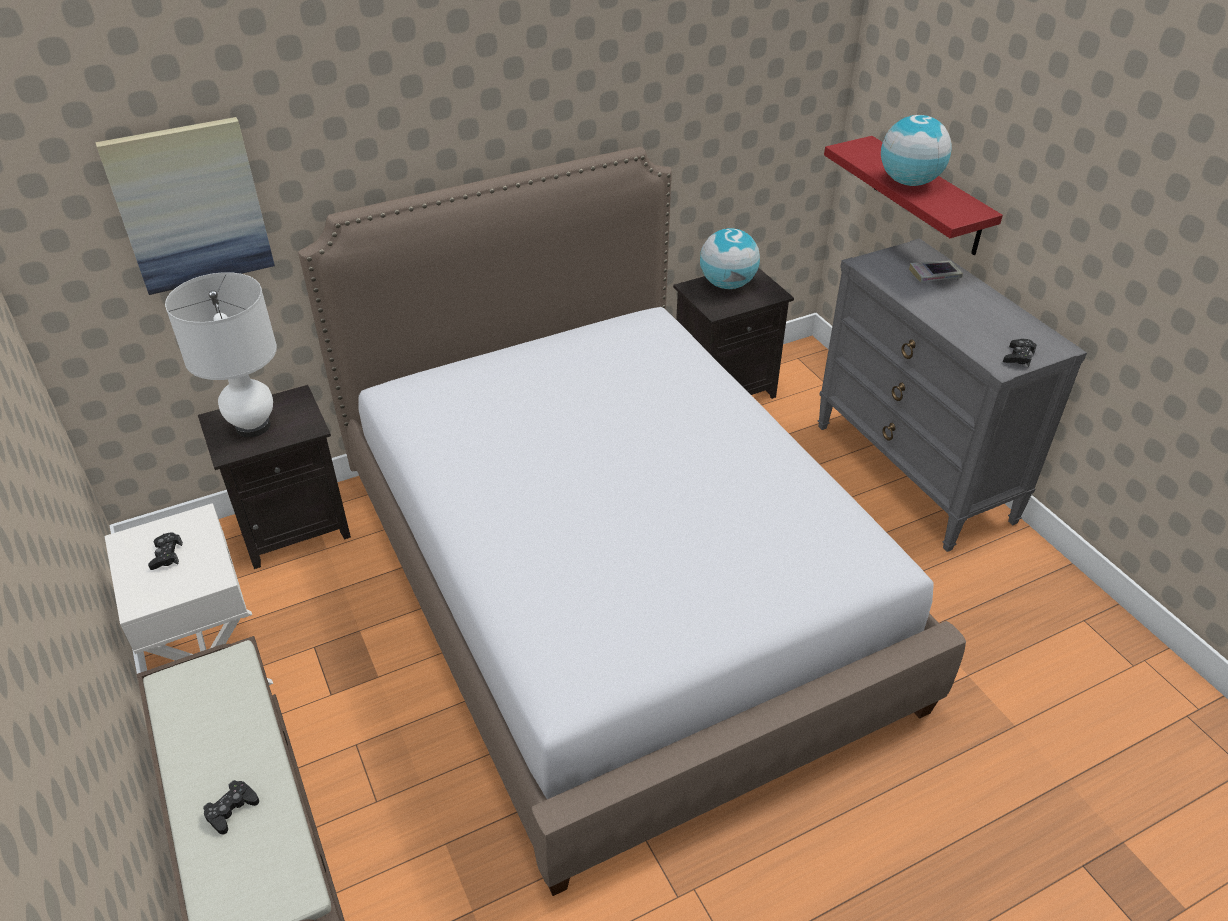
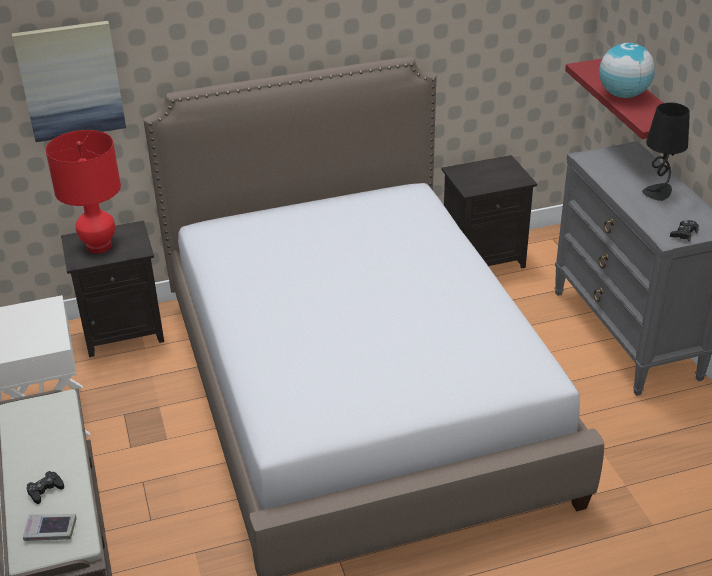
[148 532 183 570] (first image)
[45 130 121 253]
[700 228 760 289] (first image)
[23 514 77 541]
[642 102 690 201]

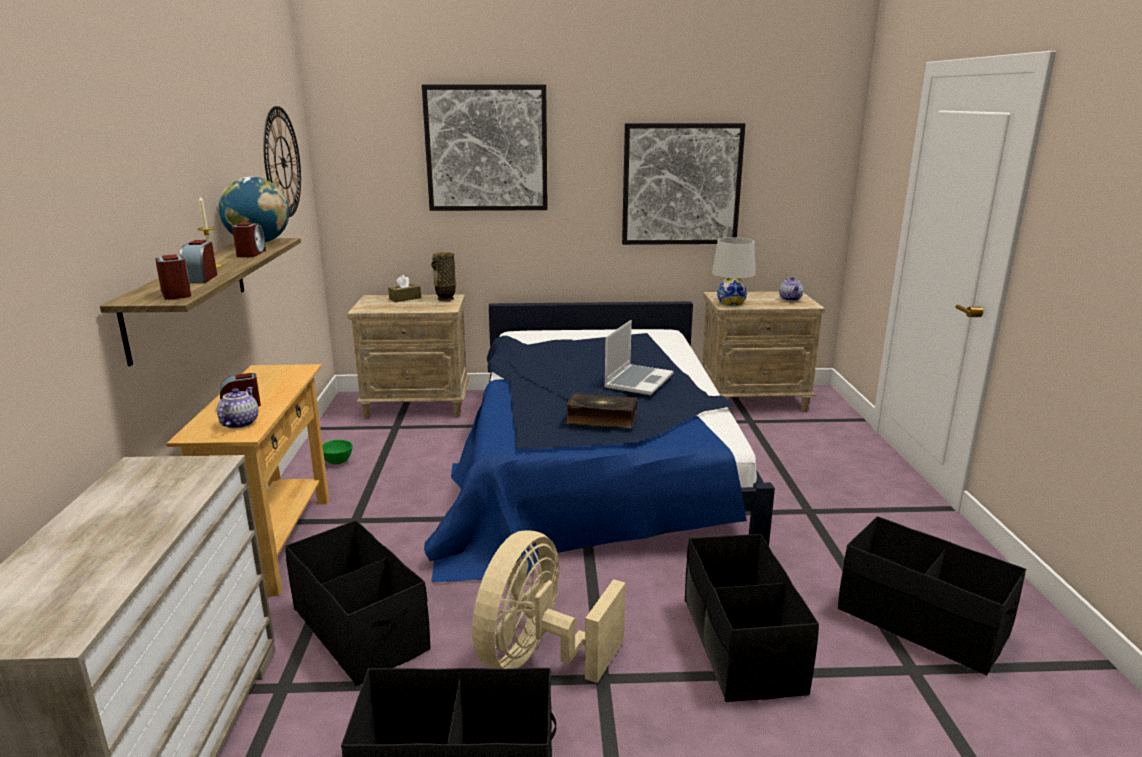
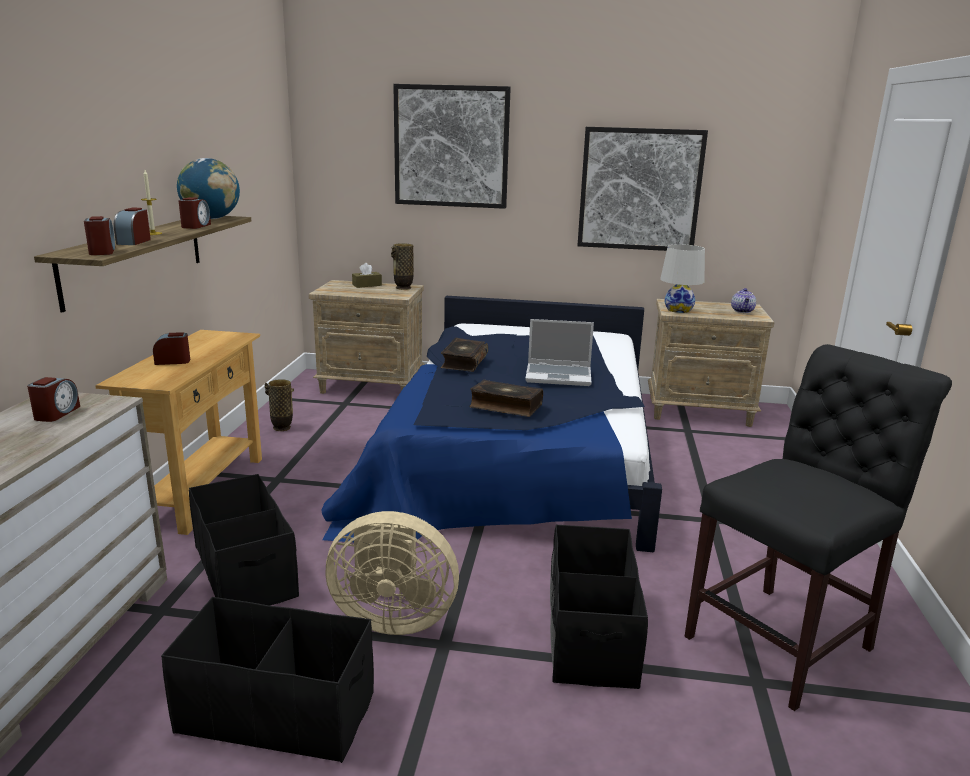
[217 387 259 429] (first image)
[263 106 301 217] (first image)
[265 379 294 431]
[325 511 459 635]
[525 319 594 386]
[685 344 952 711]
[27 377 80 422]
[440 338 488 372]

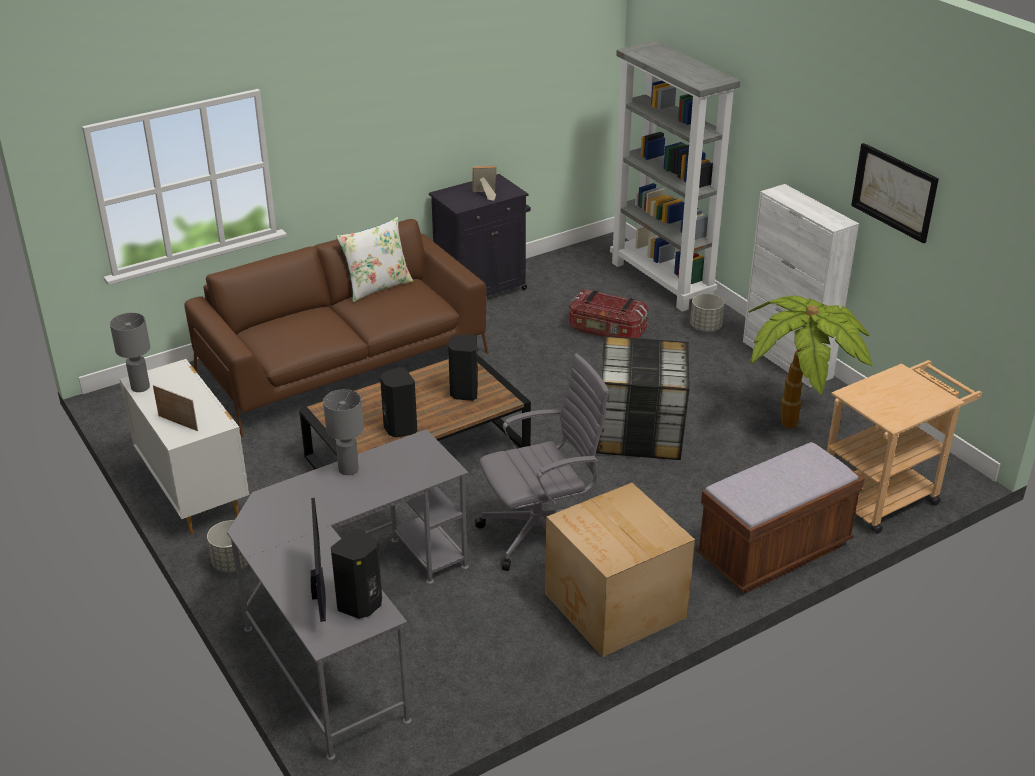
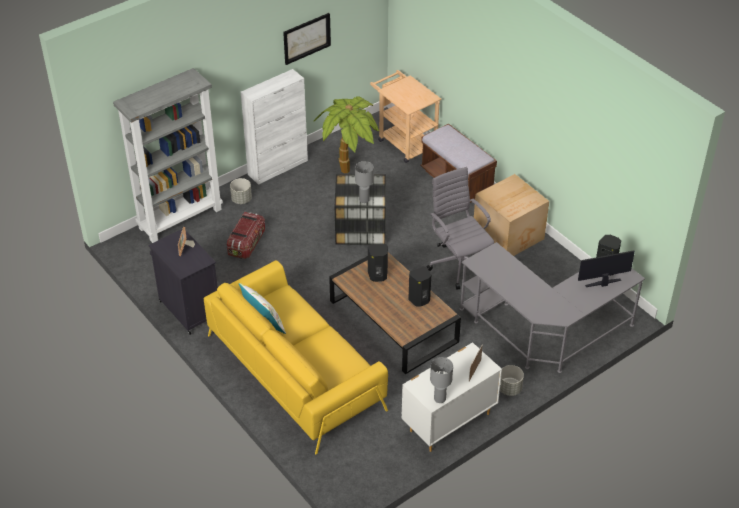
[204 260 388 454]
[355 161 374 203]

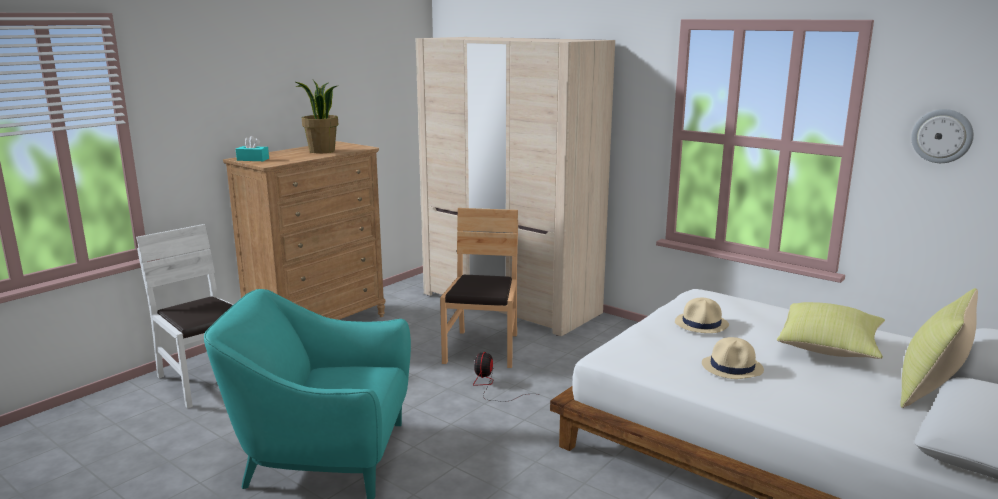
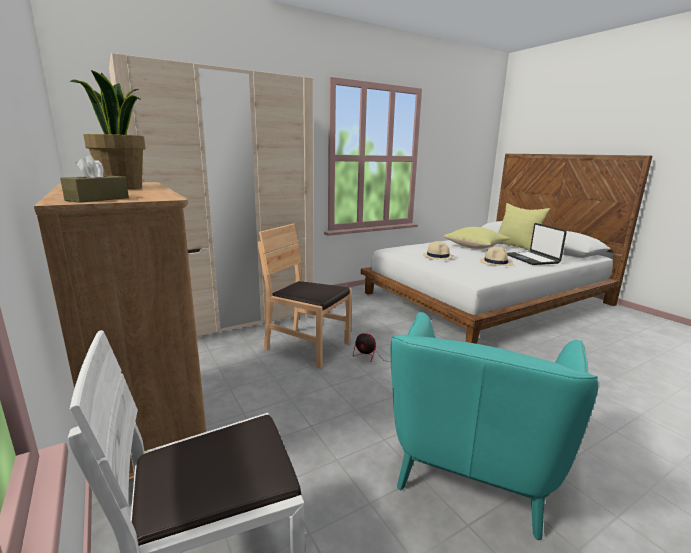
[60 155 129 203]
[911 109 974 163] (first image)
[507 223 567 265]

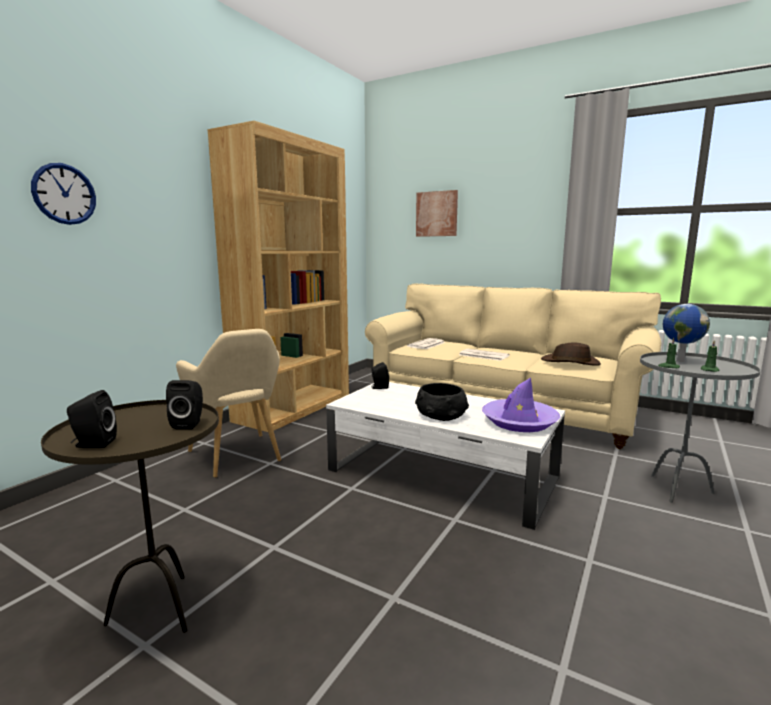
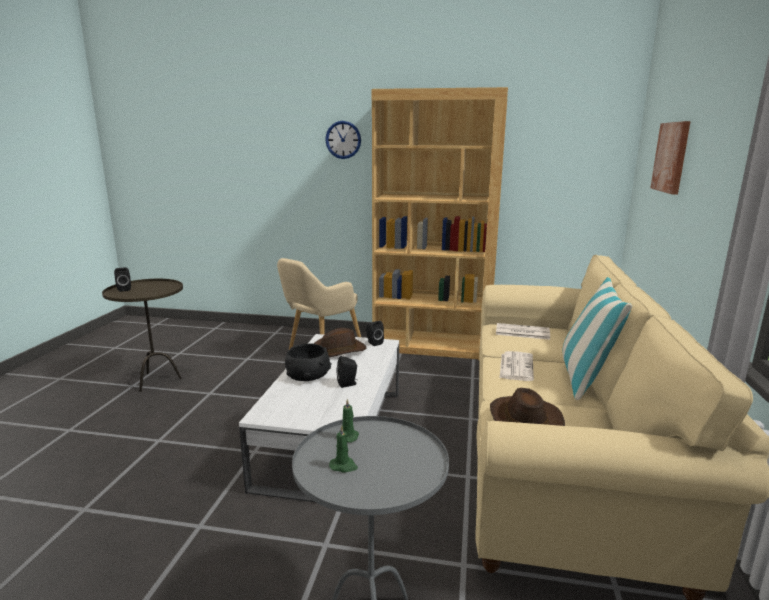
[325 121 361 159]
[336 356 358 388]
[482 378 560 432] (first image)
[663 304 710 362] (first image)
[313 328 367 357]
[563 277 632 400]

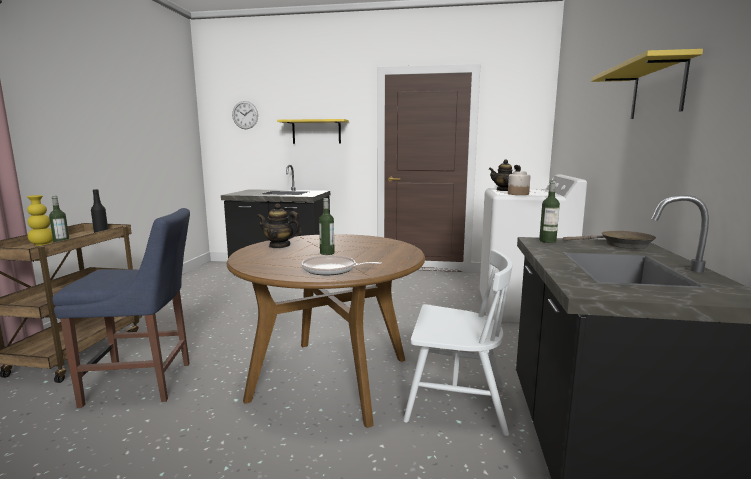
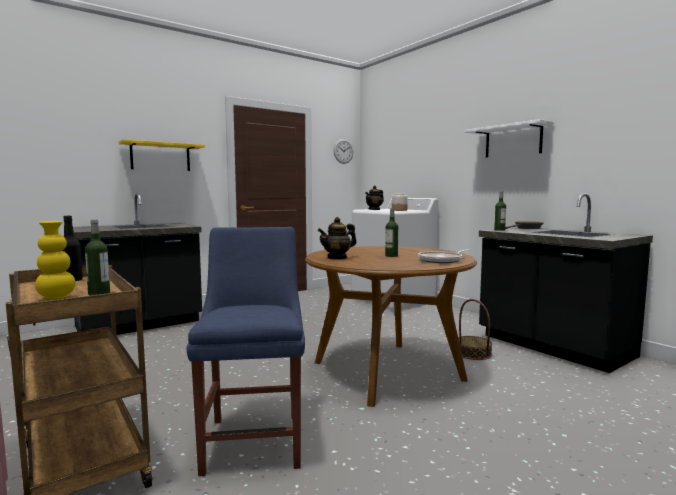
[187 227 305 476]
[334 139 353 164]
[458 299 492 360]
[465 119 554 157]

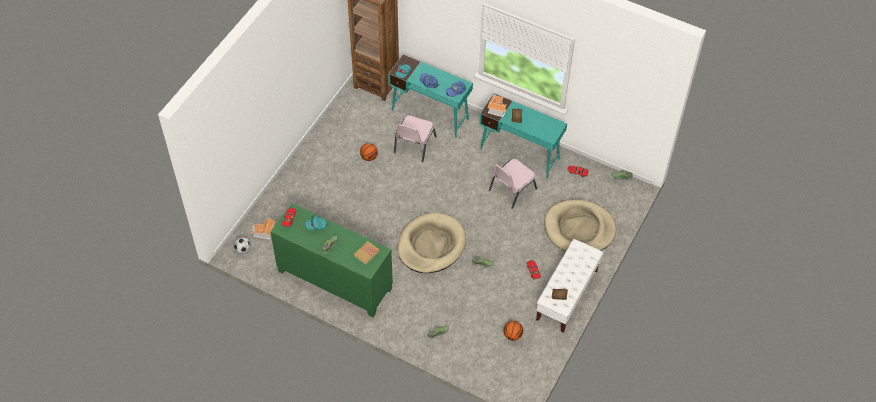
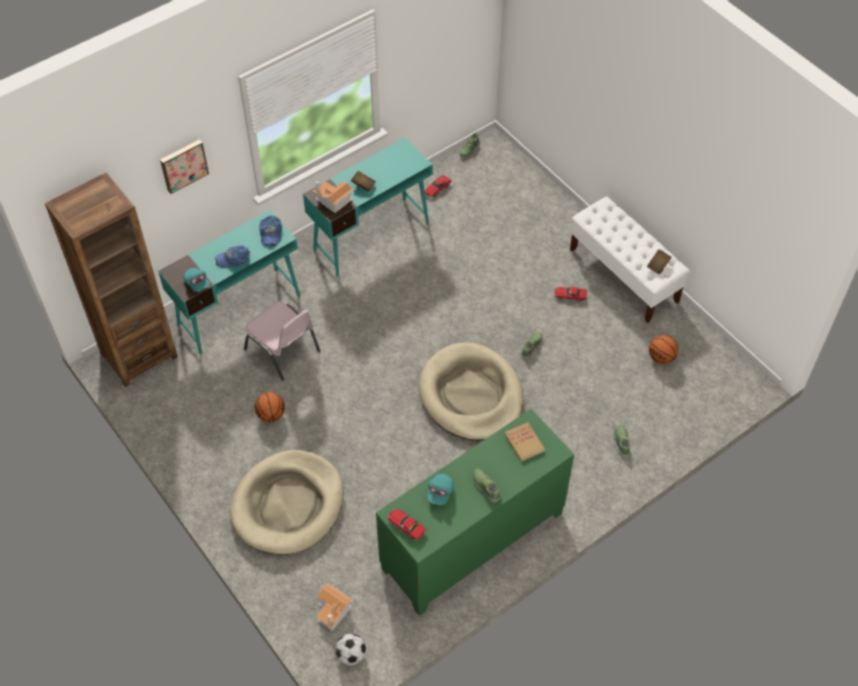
[489 159 537 209] (first image)
[230 450 344 555]
[160 139 209 194]

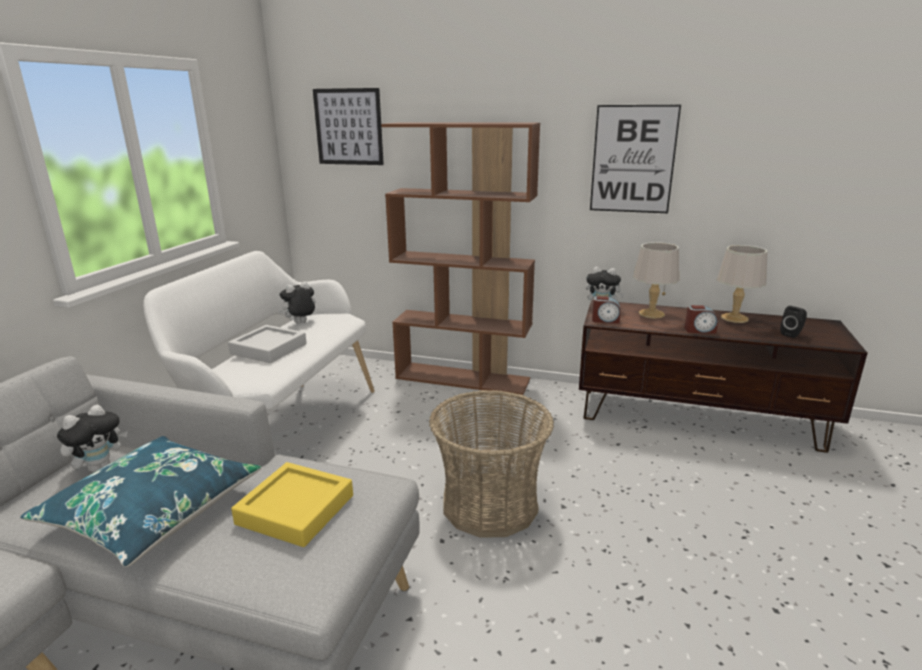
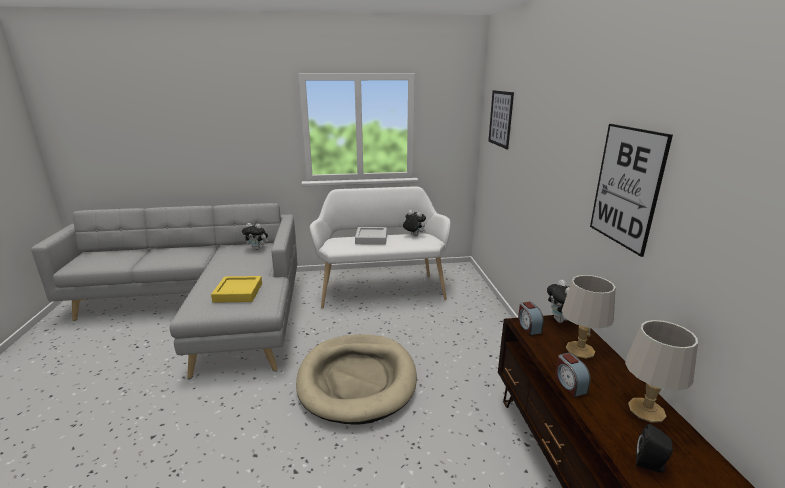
[20 436 262 567] (first image)
[381 122 540 395] (first image)
[296 334 417 425]

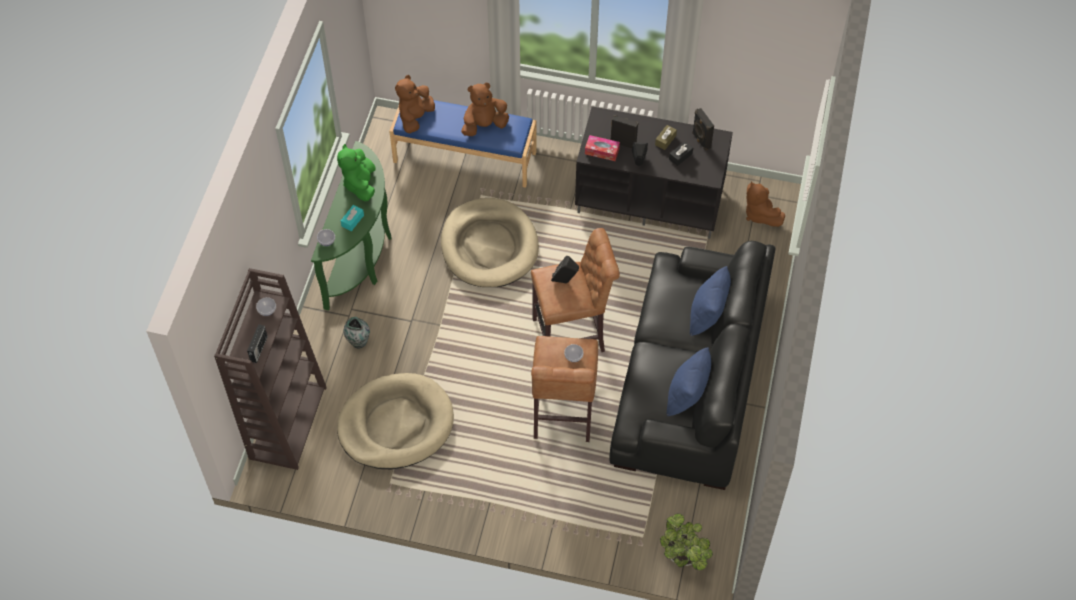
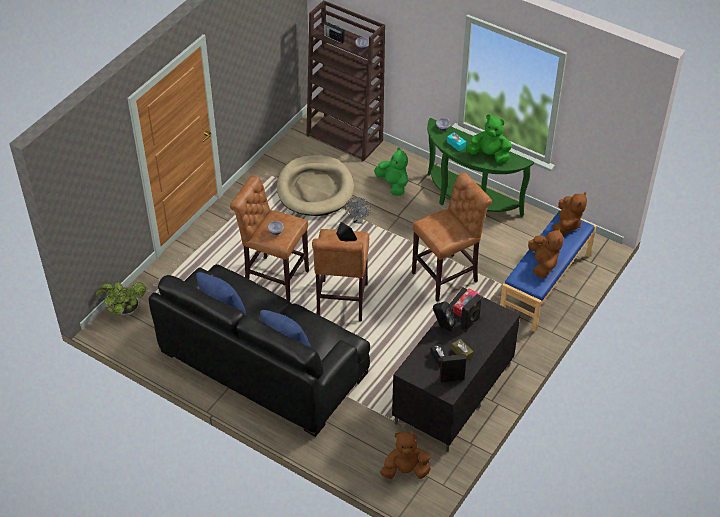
[374 147 408 196]
[553 192 587 235]
[412 173 492 302]
[345 197 371 224]

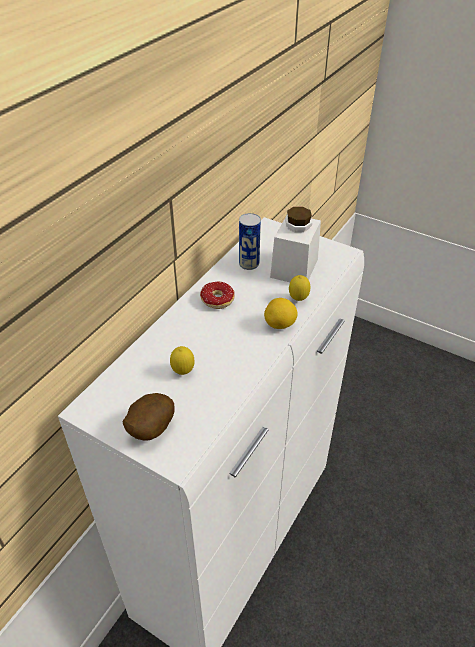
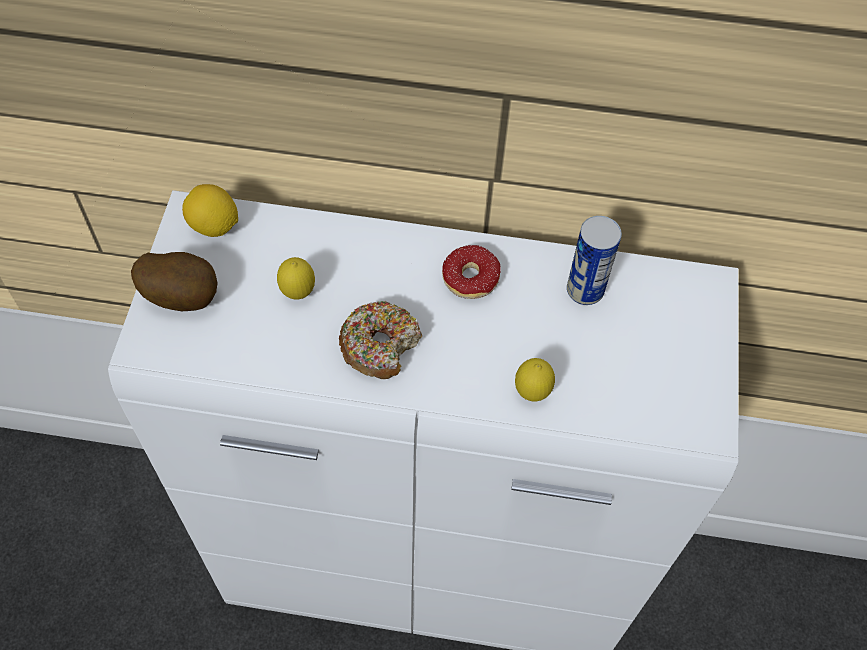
[182 184 238 237]
[270 207 321 282] (first image)
[339 300 422 379]

